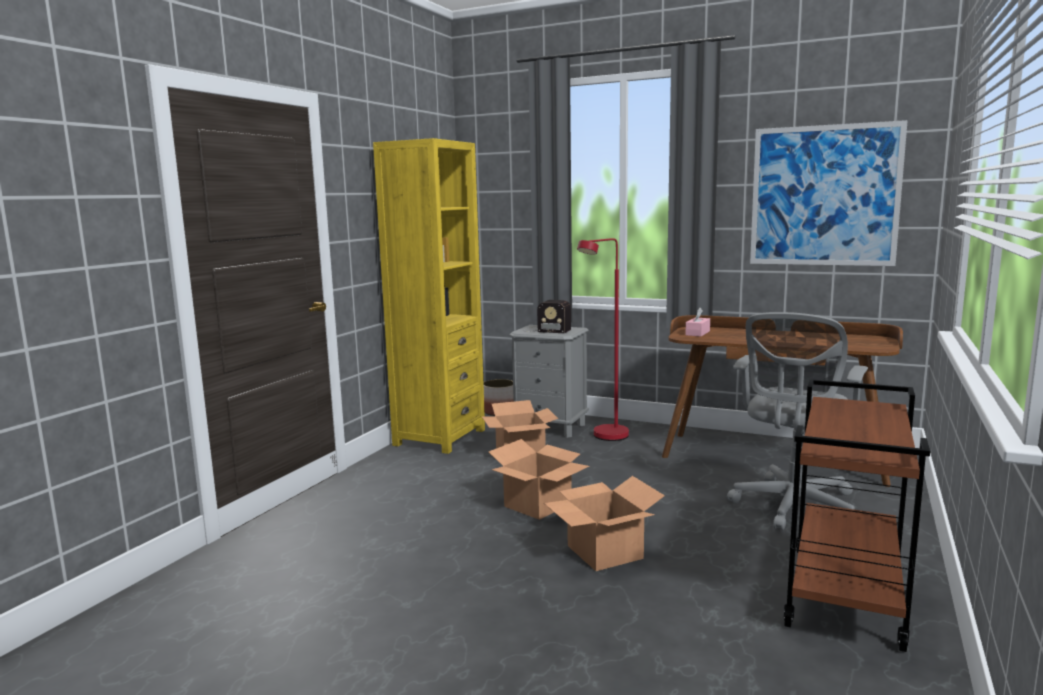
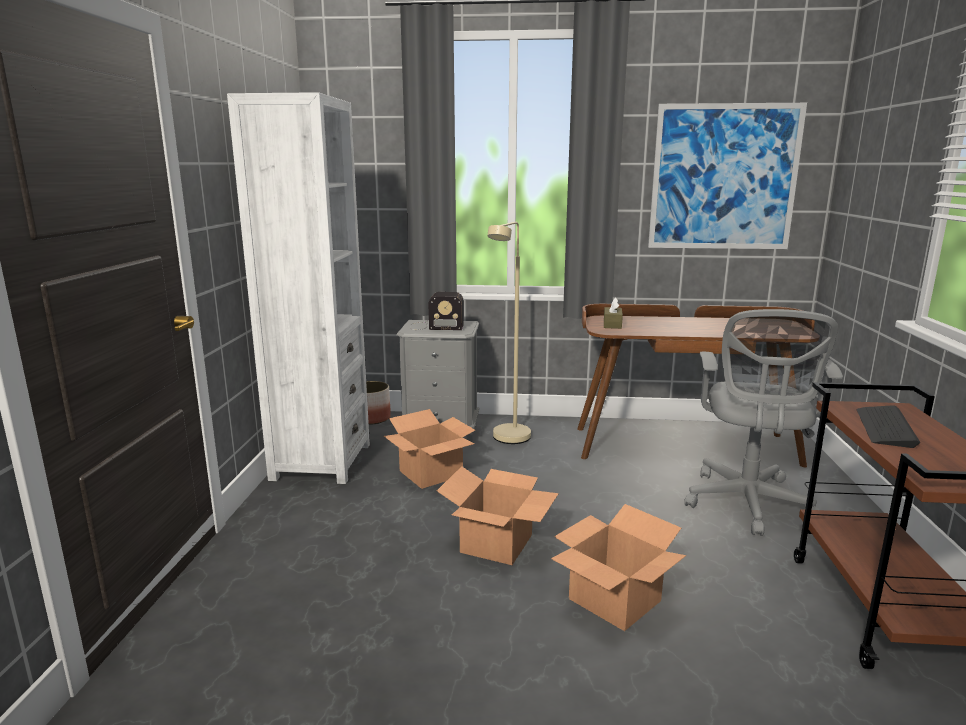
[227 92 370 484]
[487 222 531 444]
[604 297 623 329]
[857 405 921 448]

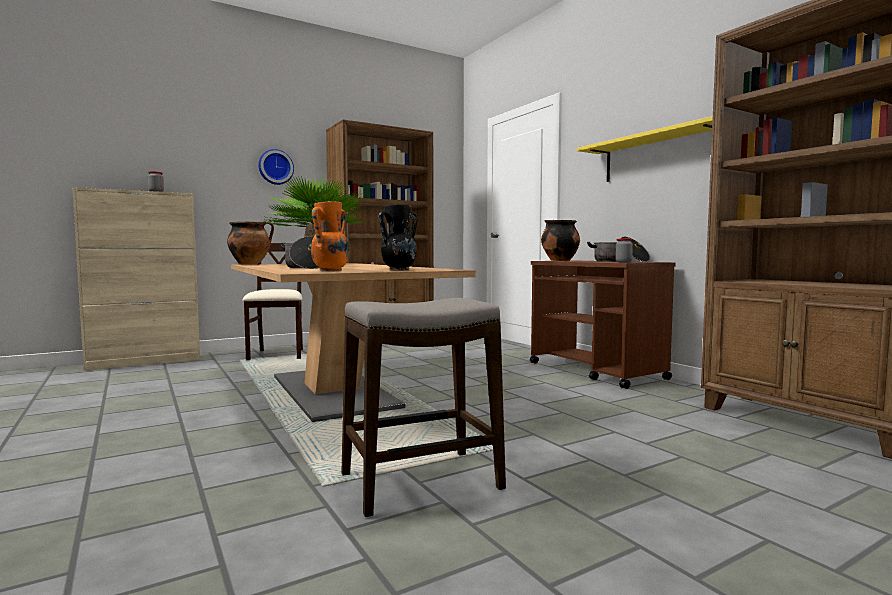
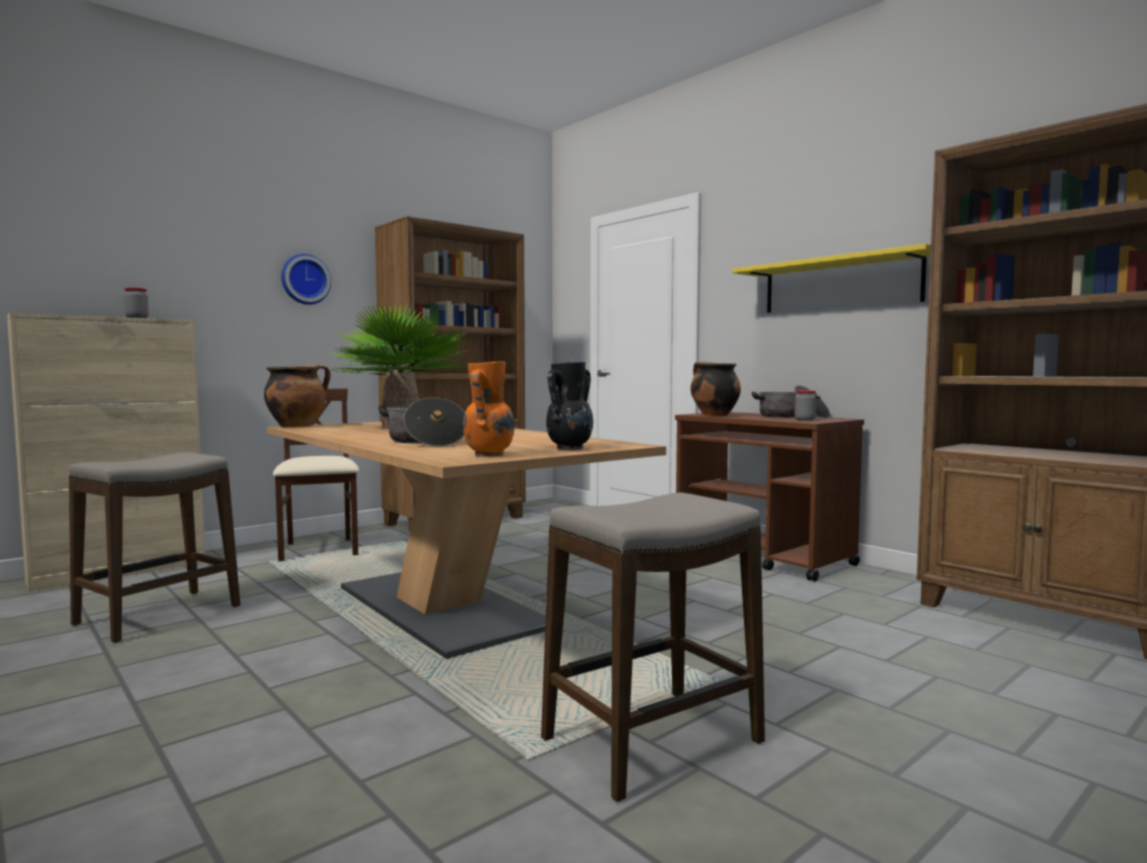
[69 453 240 643]

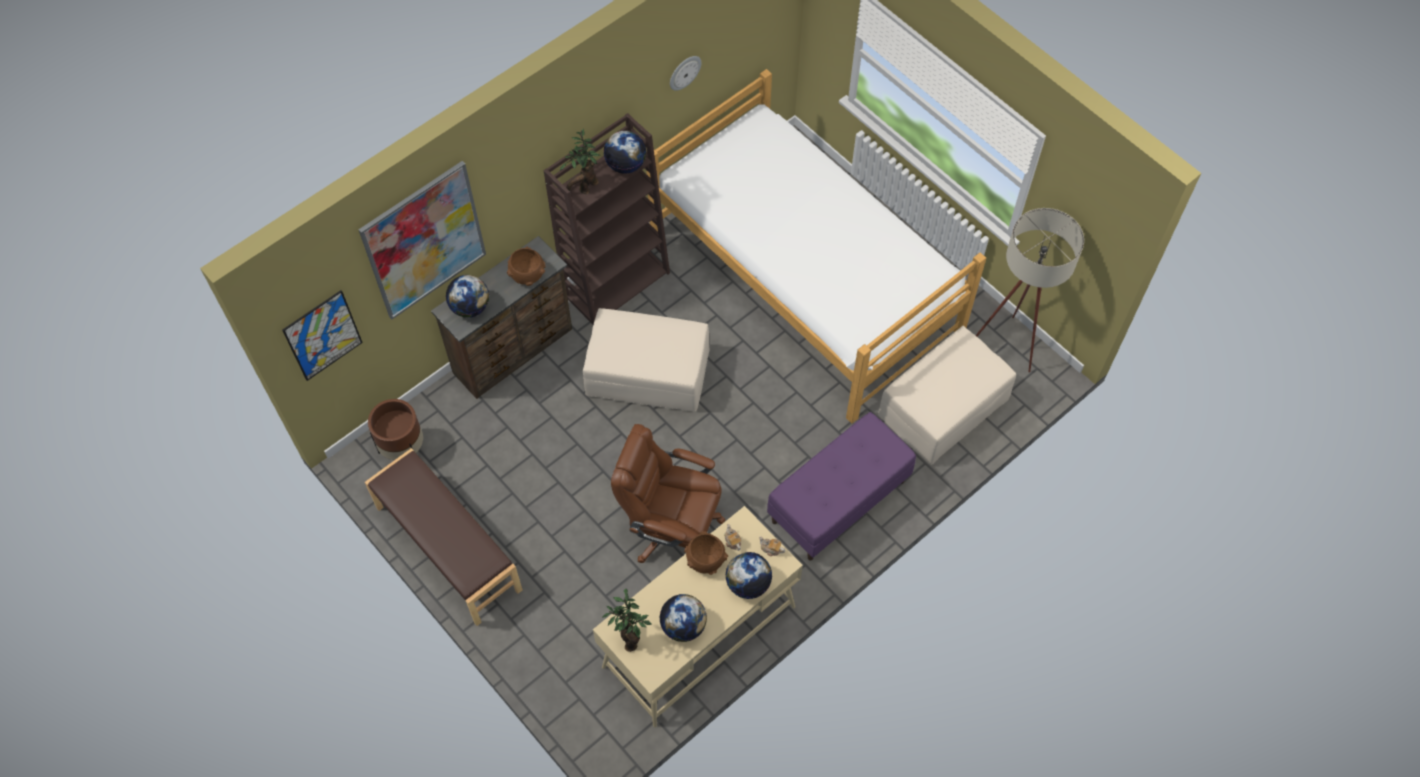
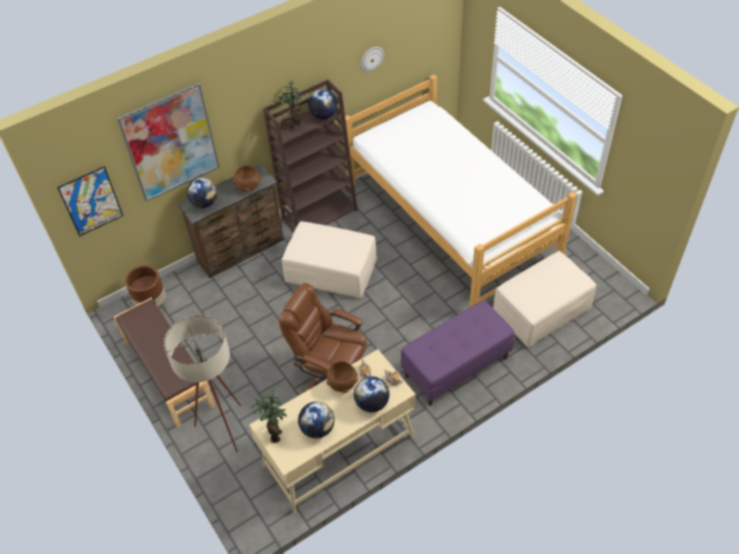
[164 315 241 452]

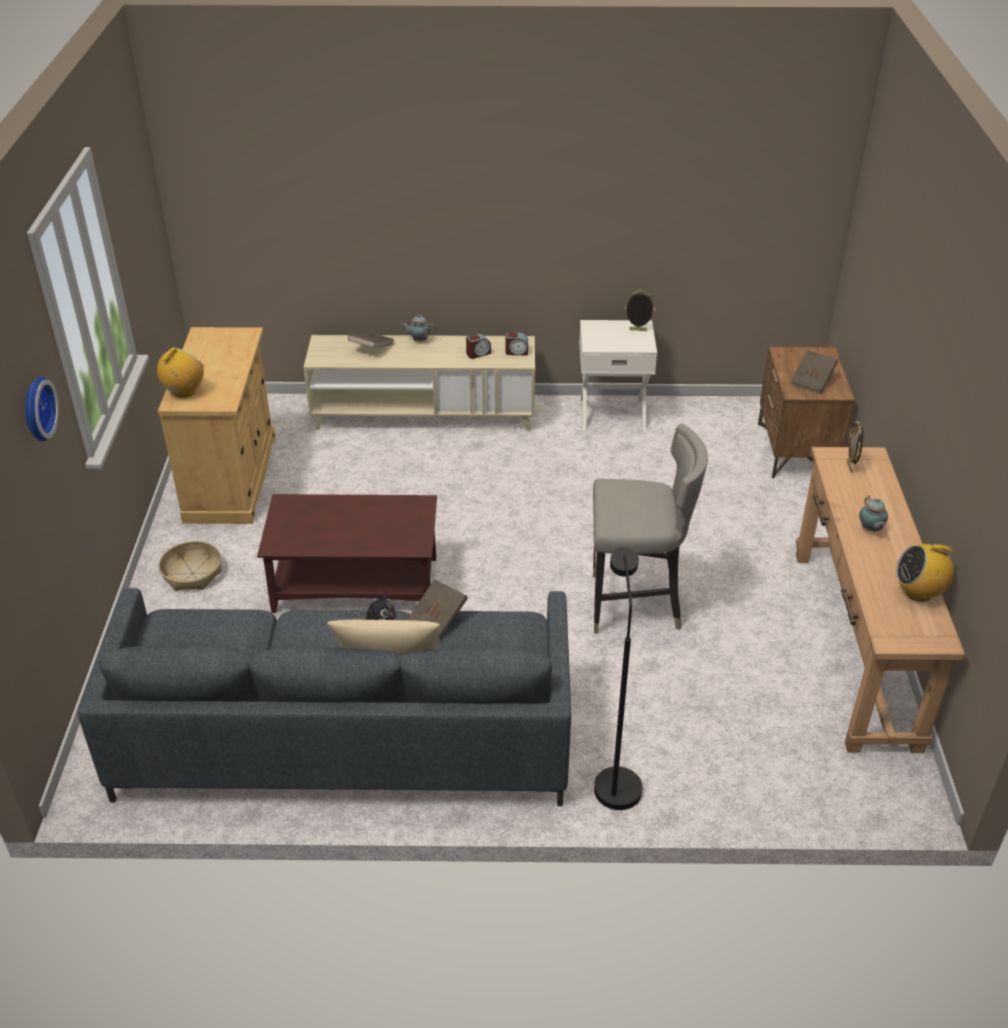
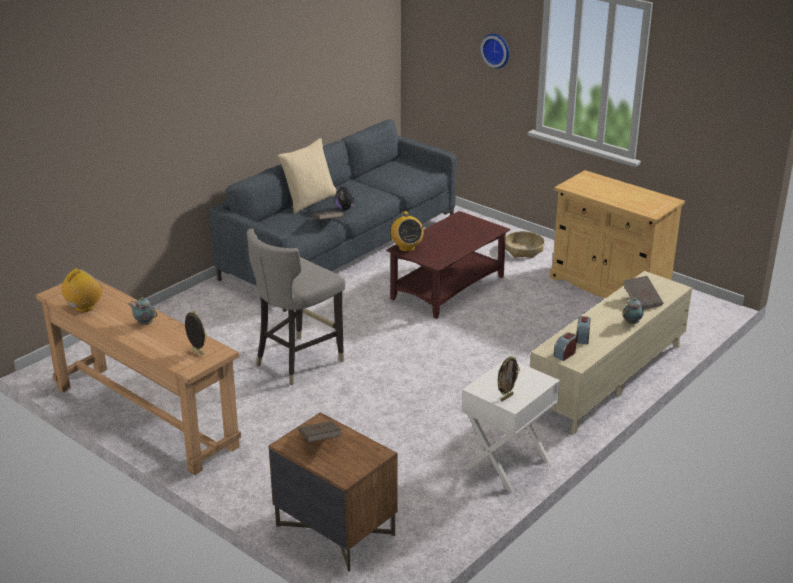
[391 211 424 252]
[594 547 643 810] (first image)

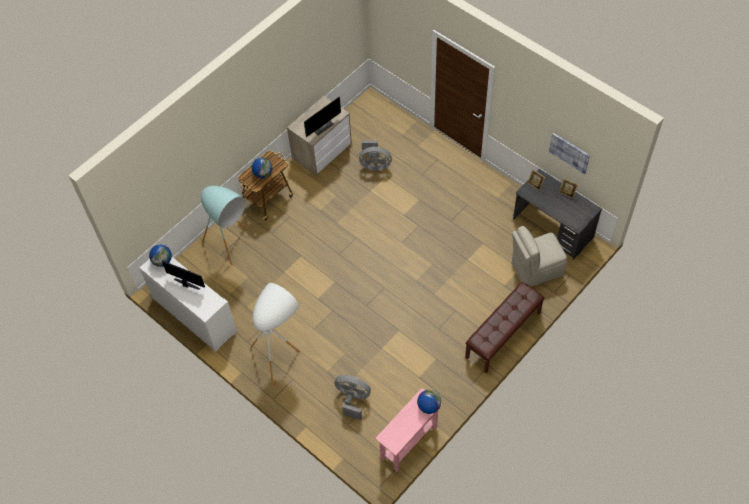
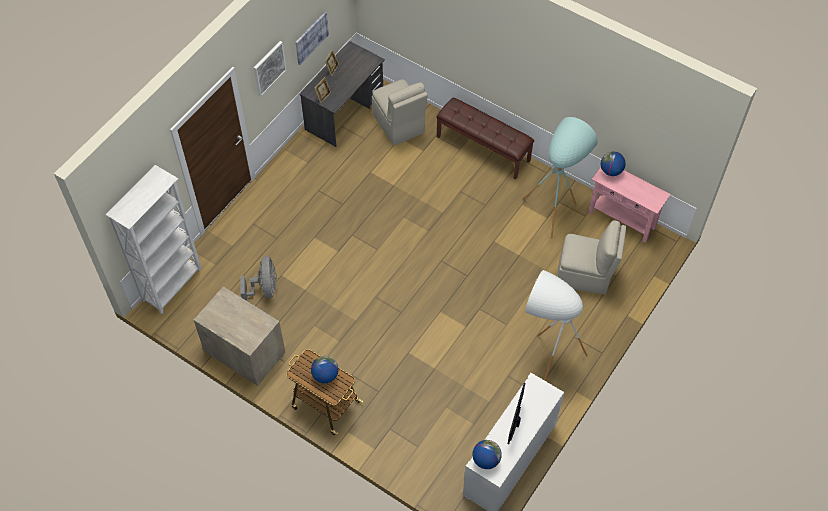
[522 117 598 239]
[304 96 341 137] (first image)
[557 220 626 295]
[106 165 202 314]
[254 41 286 97]

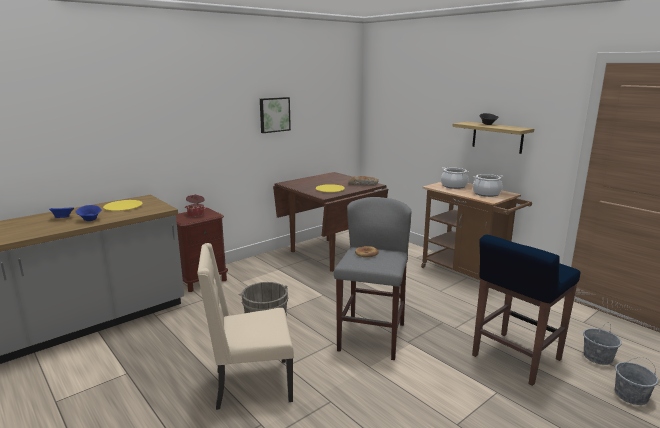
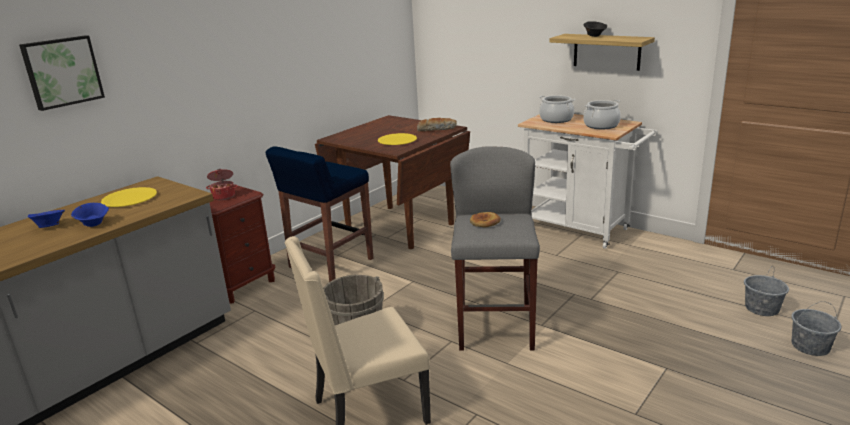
[19 35 105 111]
[518 114 657 249]
[266 146 373 282]

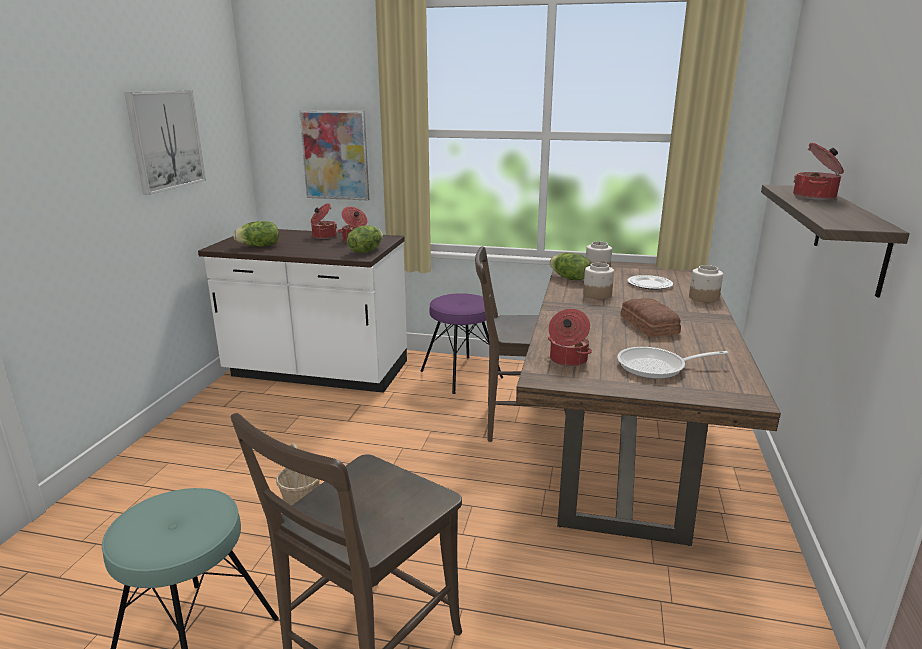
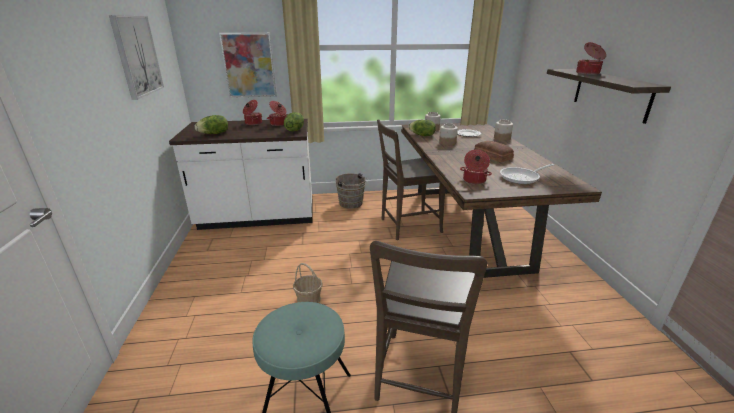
[336 173 368 209]

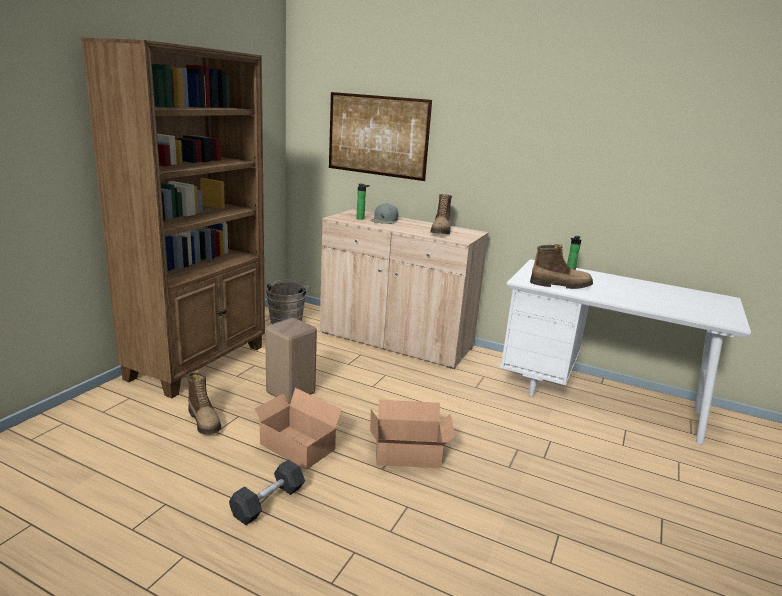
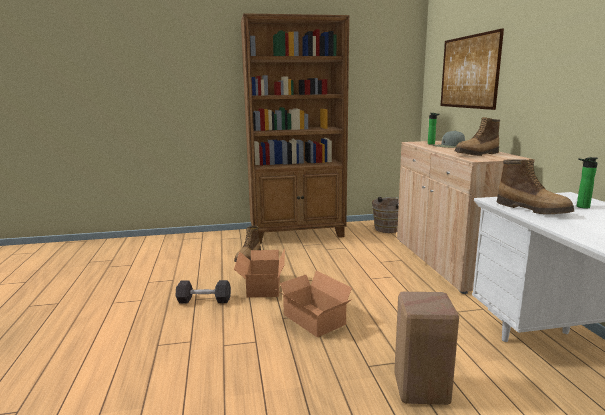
[394 292 459 405]

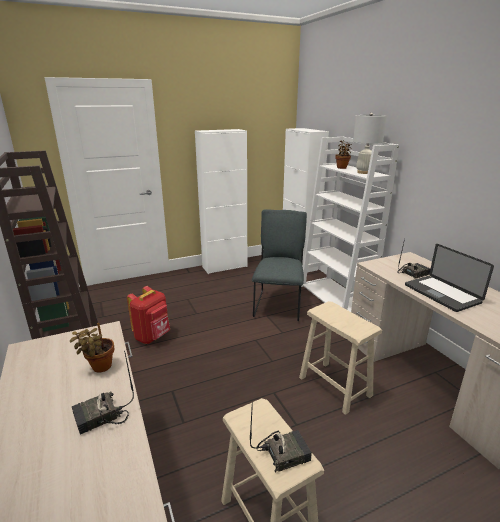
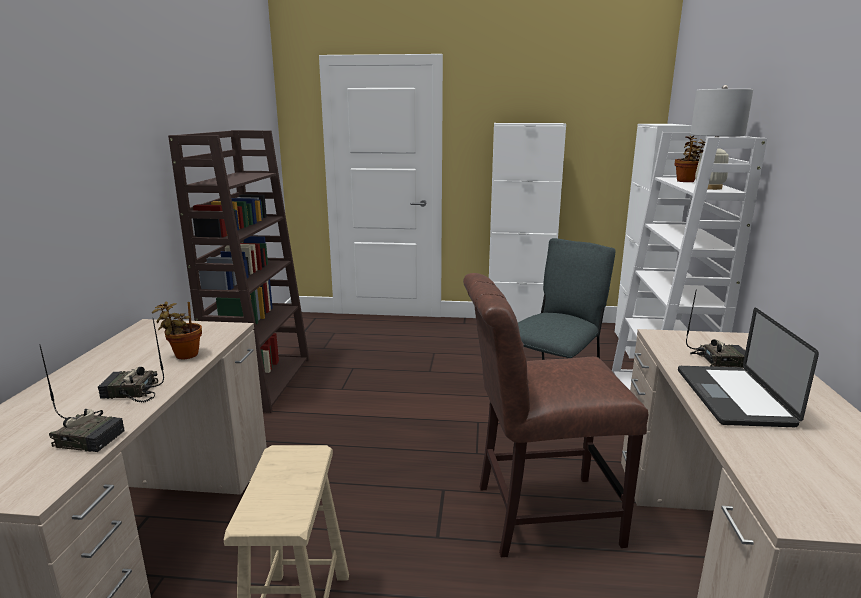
[127 286 170 344] (first image)
[39 344 125 452]
[463 273 648 557]

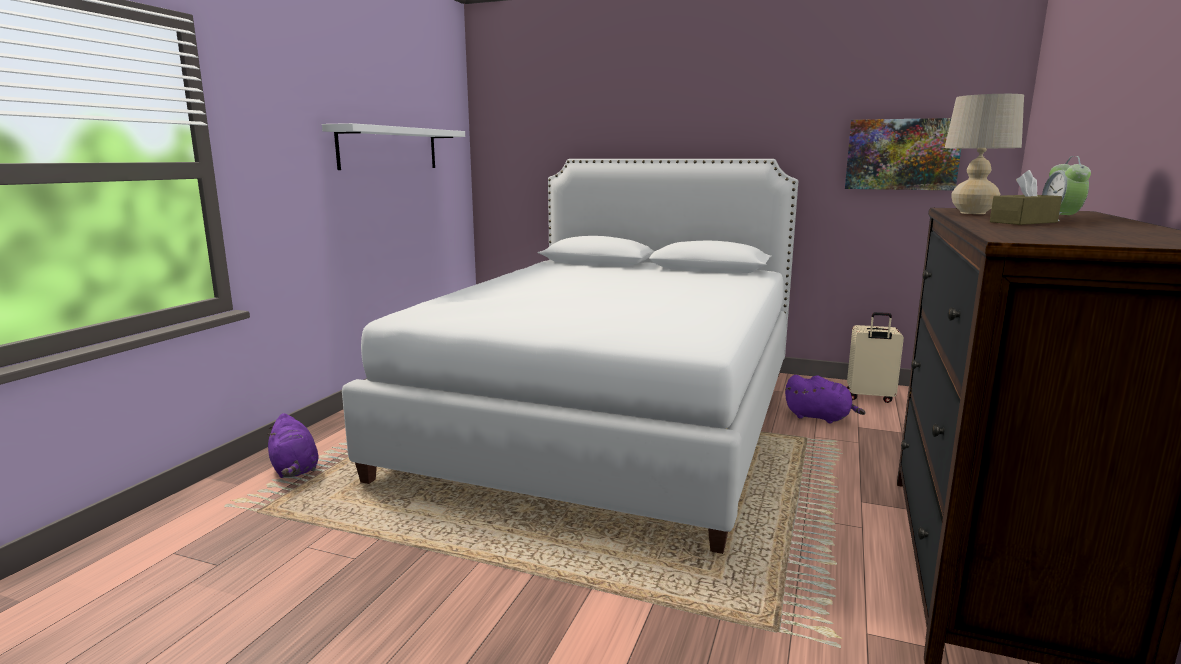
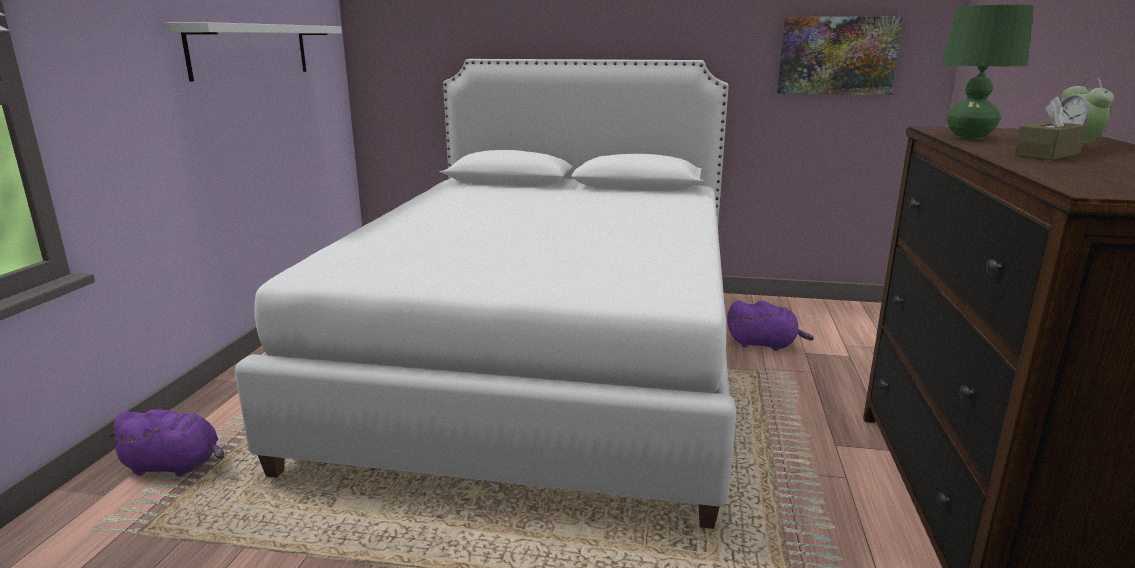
[106 409 224 477]
[847 312 904 403] (first image)
[942 5 1034 139]

